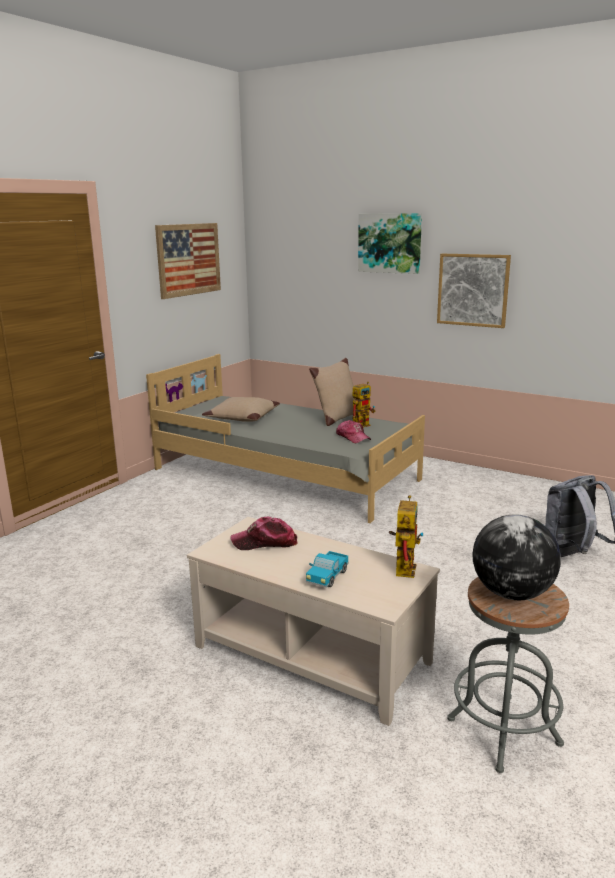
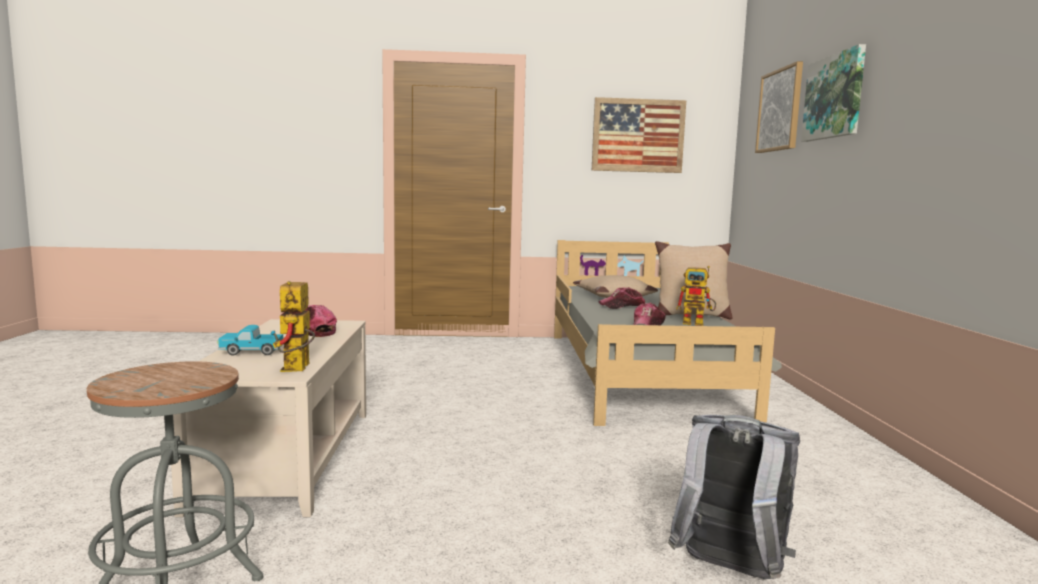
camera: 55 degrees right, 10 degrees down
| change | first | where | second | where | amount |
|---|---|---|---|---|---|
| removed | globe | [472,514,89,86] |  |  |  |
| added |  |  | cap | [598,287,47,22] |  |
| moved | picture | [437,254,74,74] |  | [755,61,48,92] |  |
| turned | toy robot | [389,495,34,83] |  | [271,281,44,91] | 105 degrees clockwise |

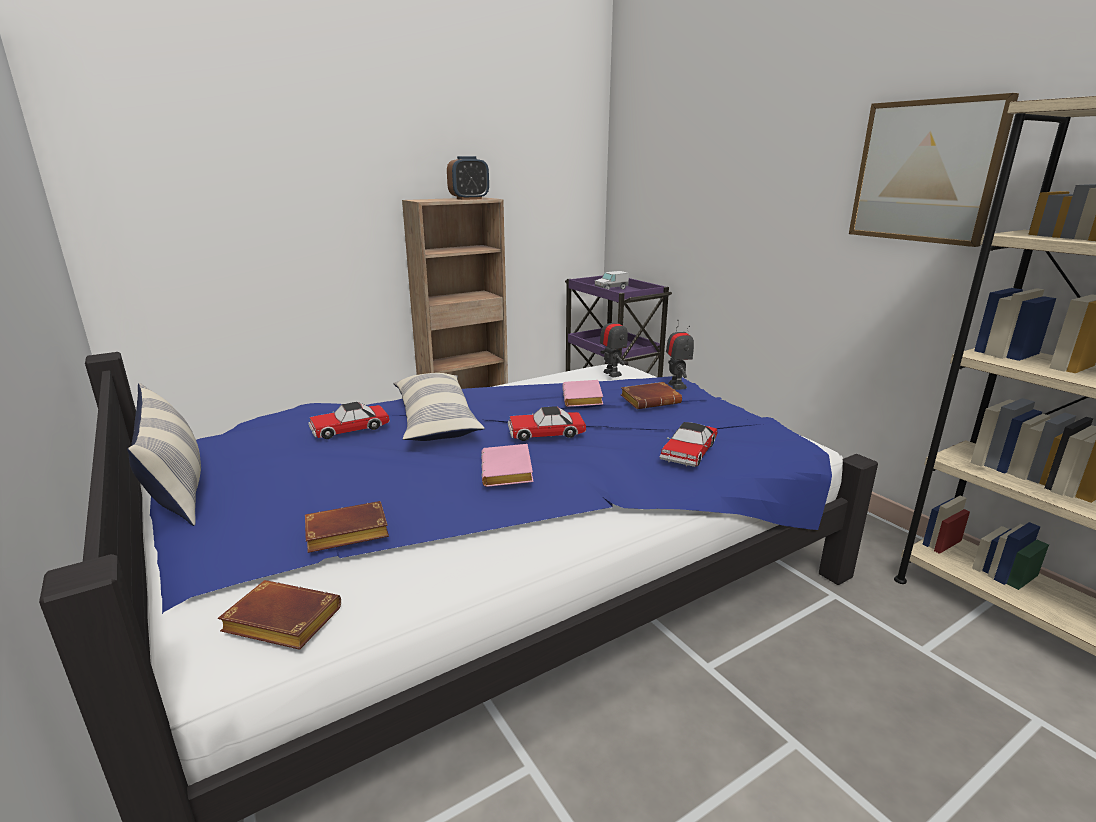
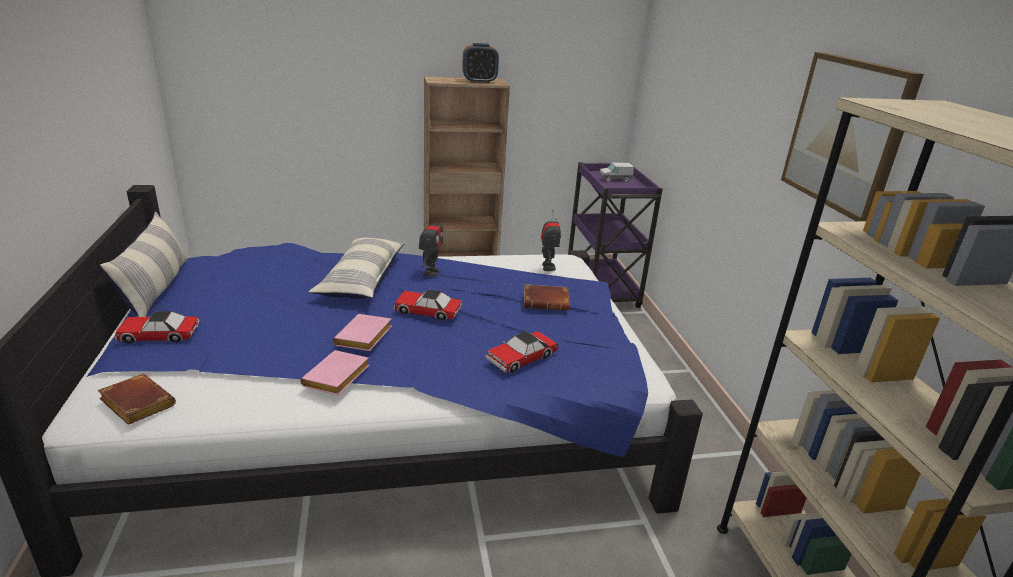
camera: 20 degrees right, 5 degrees up
| change | first | where | second | where | amount |
|---|---|---|---|---|---|
| removed | book/brown | [305,501,84,52] |  |  |  |
| moved | toy car | [308,402,82,37] |  | [115,311,85,33] |  |
| moved | book/pink | [563,380,40,27] |  | [300,350,69,45] |  |
| moved | toy robot | [666,320,28,70] |  | [419,213,24,64] |  |

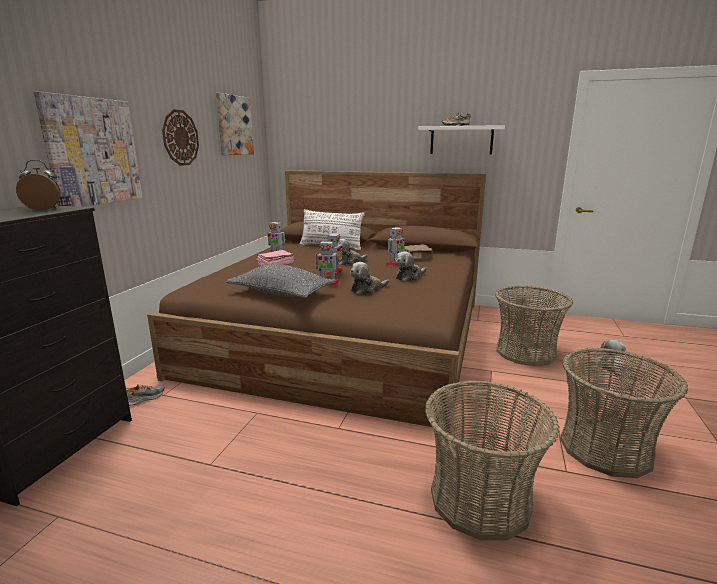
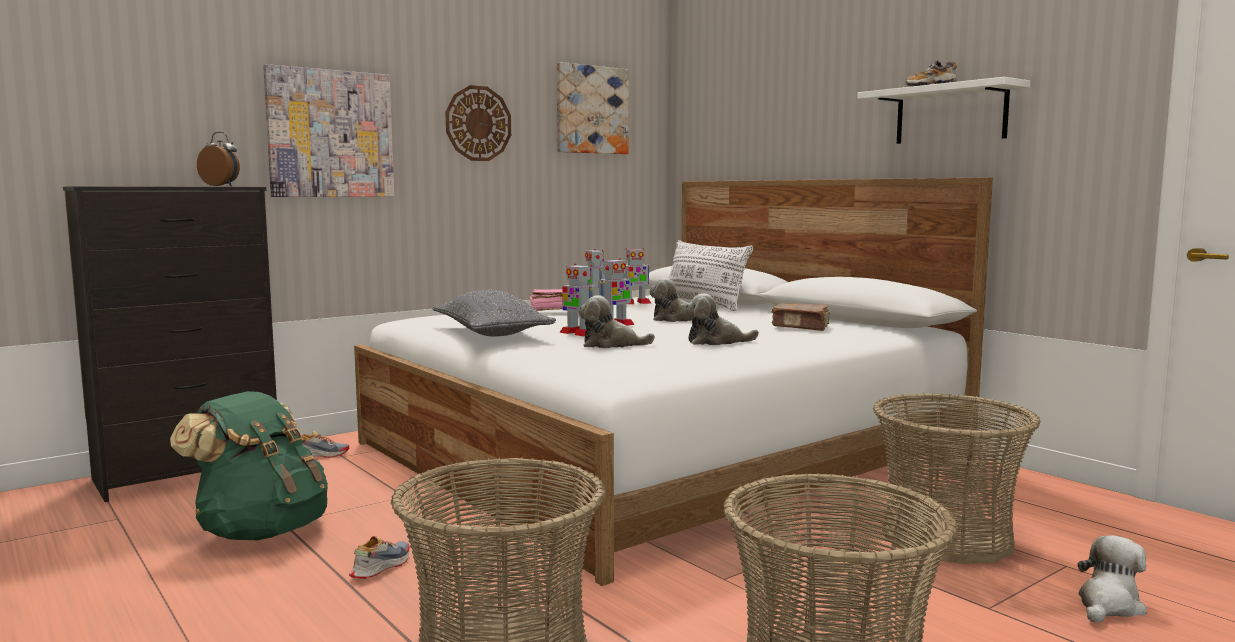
camera: 35 degrees right, 10 degrees down
| change | first | where | second | where | amount |
|---|---|---|---|---|---|
| added |  |  | backpack/green | [170,391,158,149] |  |
| added |  |  | shoe | [349,536,61,43] |  |
| moved | toy robot | [386,226,19,40] |  | [624,248,28,56] |  |
| recoloured | bed/brown | [147,170,339,263] | bed/white | [354,177,639,409] |  |

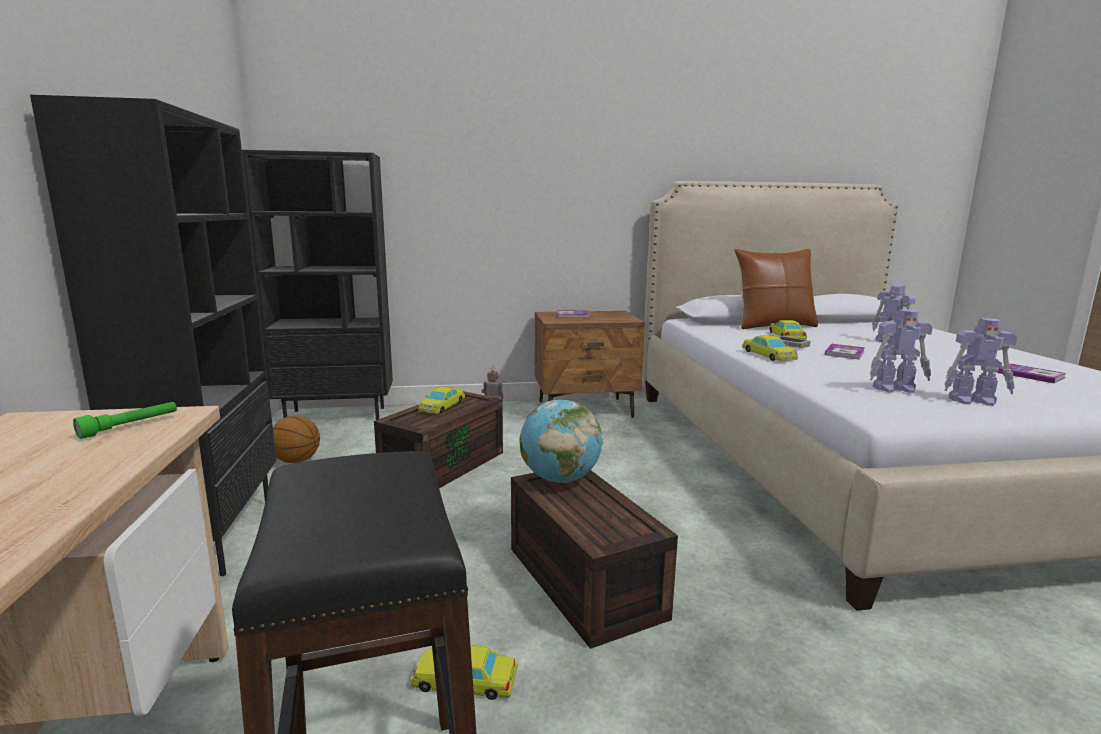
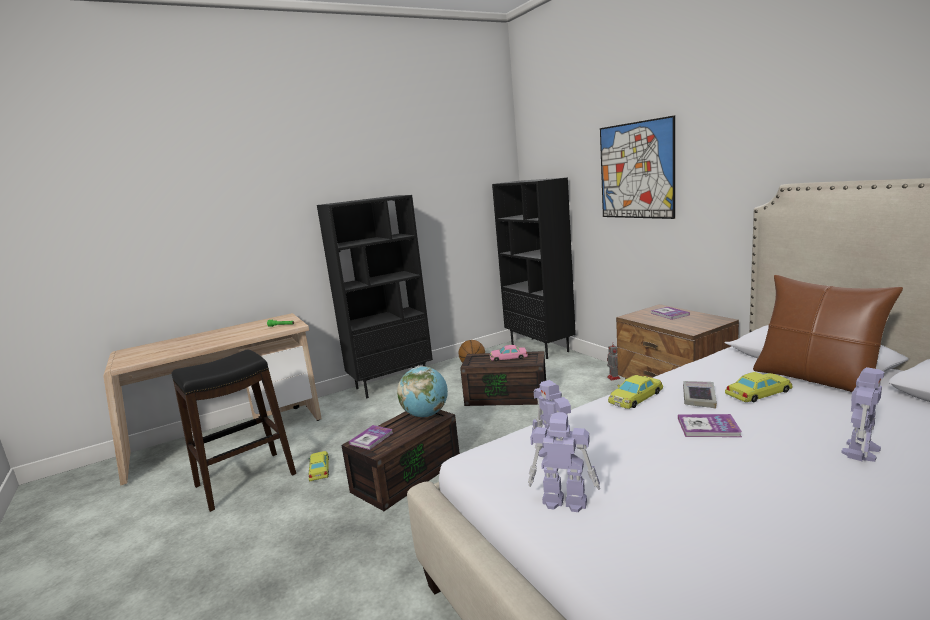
camera: 70 degrees right, 0 degrees up
| change | first | where | second | where | amount |
|---|---|---|---|---|---|
| added |  |  | picture | [600,115,75,104] |  |
| moved | book | [996,363,70,20] |  | [349,425,44,25] |  |
| recoloured | toy car/yellow | [418,386,47,28] | toy car/pink | [490,345,38,17] |  |
| turned | toy robot | [944,318,73,88] |  | [528,412,72,100] | 120 degrees clockwise |

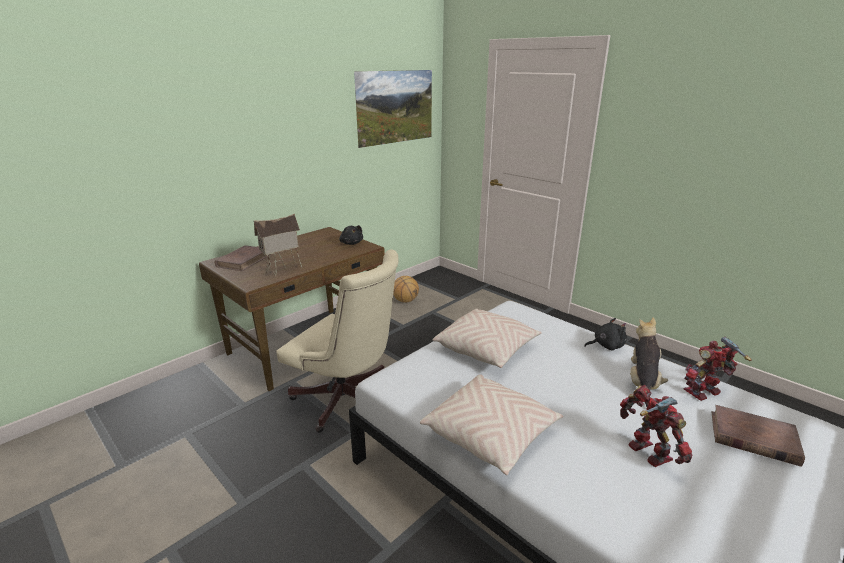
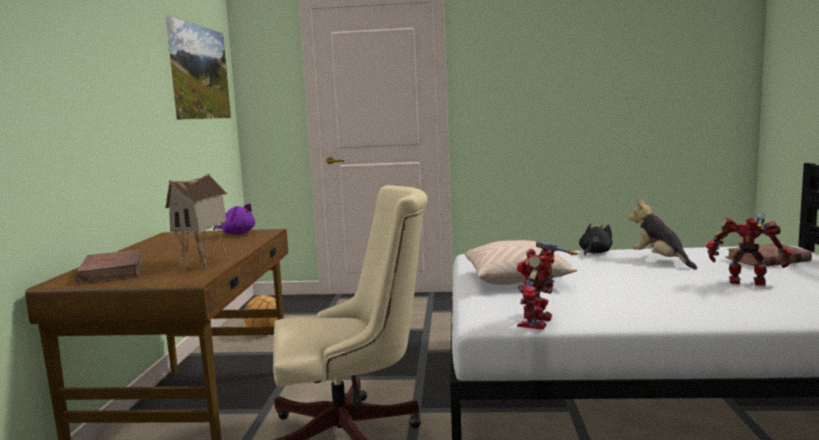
camera: 40 degrees left, 15 degrees down
| change | first | where | second | where | amount |
|---|---|---|---|---|---|
| removed | pillow/beige | [420,374,143,101] |  |  |  |
| moved | toy robot | [684,336,68,65] |  | [517,241,60,89] |  |
| recoloured | plush toy/black | [339,225,24,20] | plush toy/purple | [213,203,42,31] |  |

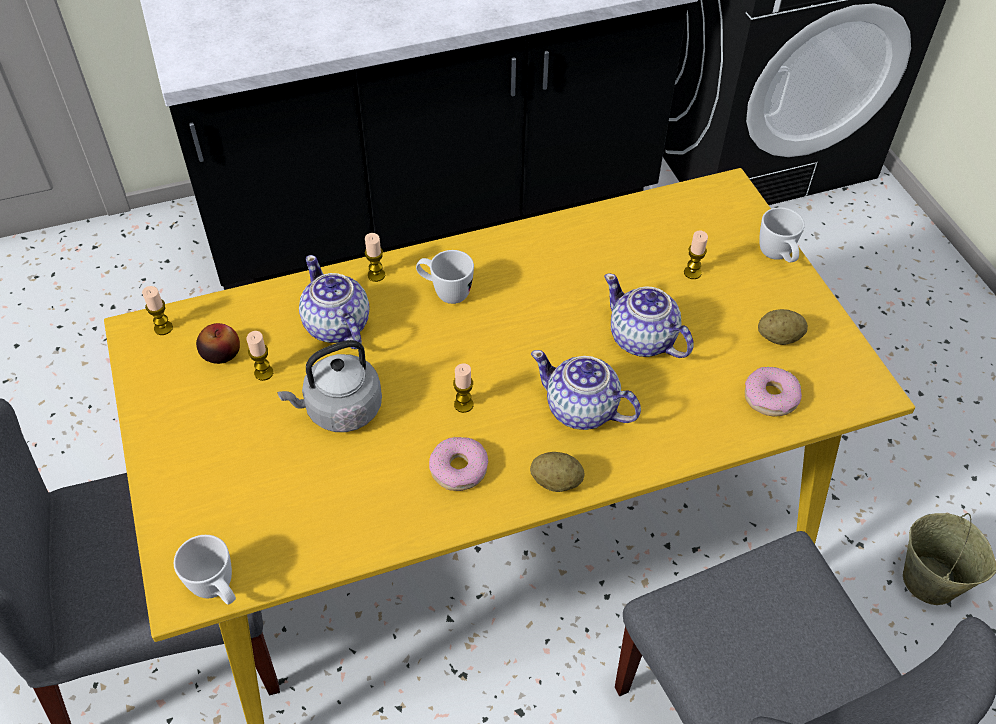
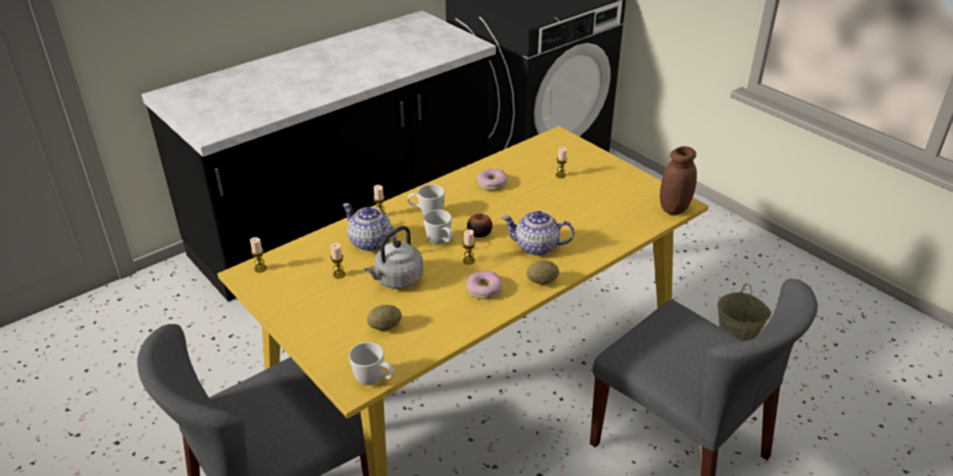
camera: 20 degrees left, 15 degrees down
| change | first | where | second | where | amount |
|---|---|---|---|---|---|
| removed | teapot | [604,274,90,84] |  |  |  |
| added |  |  | jar/brown | [660,146,37,69] |  |
| moved | apple | [196,323,44,41] |  | [467,214,26,23] |  |
| moved | donut | [745,367,57,49] |  | [477,169,31,22] |  |
| moved | potato | [758,309,50,36] |  | [367,305,35,26] |  |
| moved | mug/white | [759,207,46,55] |  | [424,210,29,34] |  |

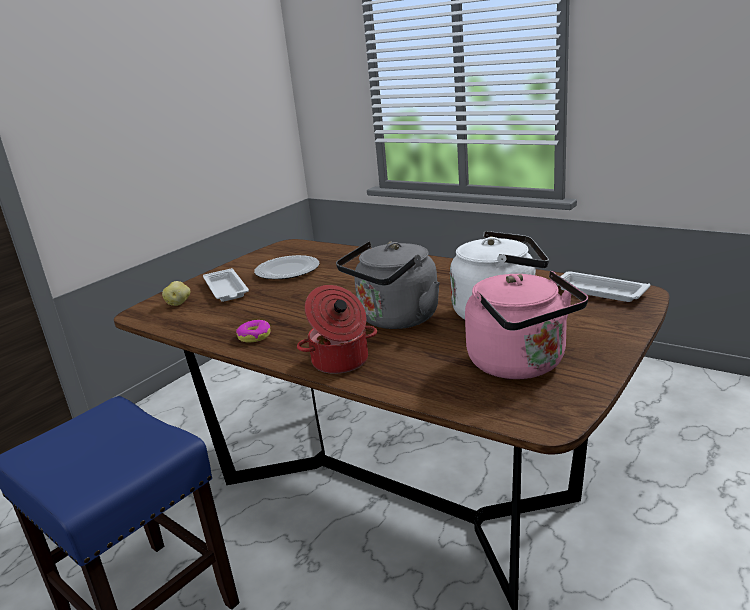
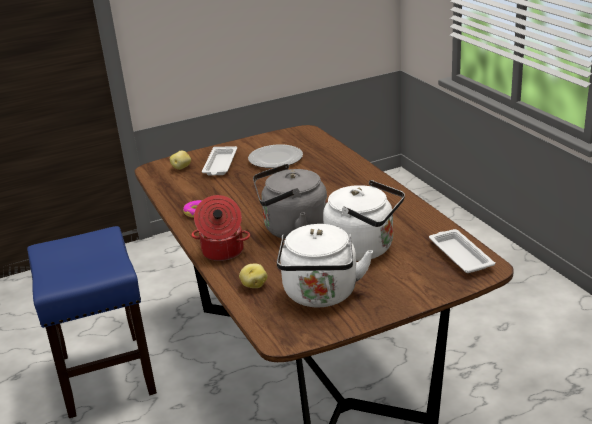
camera: 30 degrees right, 5 degrees up
| change | first | where | second | where | amount |
|---|---|---|---|---|---|
| added |  |  | potato | [239,264,29,24] |  |
| recoloured | kettle/pink | [465,271,123,108] | kettle/white | [277,224,96,83] |  |

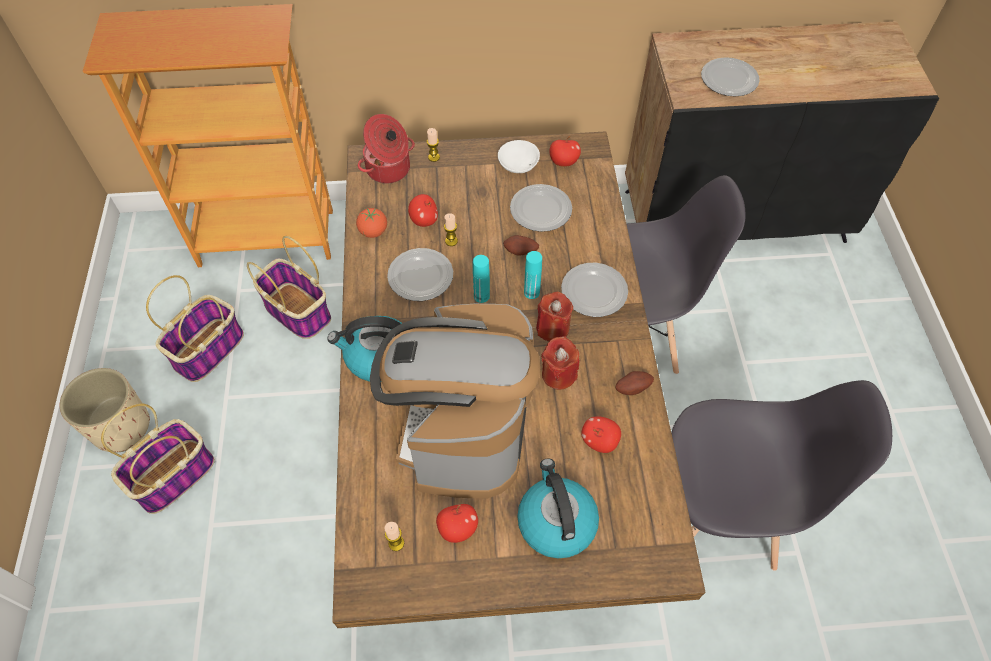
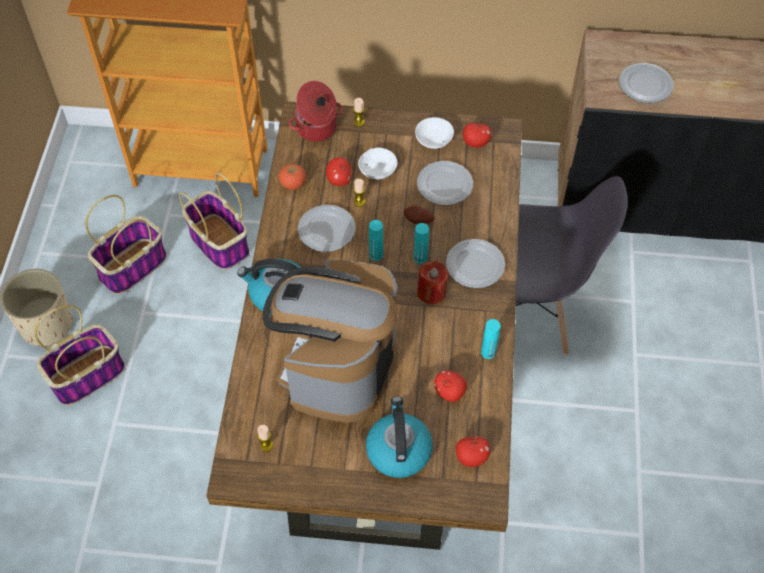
camera: 10 degrees right, 0 degrees up
| change | first | where | second | where | amount |
|---|---|---|---|---|---|
| removed | candle/red | [541,336,39,54] |  |  |  |
| removed | chair/grey | [671,380,221,191] |  |  |  |
| added |  |  | bowl/white | [358,148,39,31] |  |
| moved | apple | [436,504,42,39] |  | [456,436,34,31] |  |
| replaced | potato | [616,371,38,24] | bottle/turquoise | [481,319,20,40] |  |

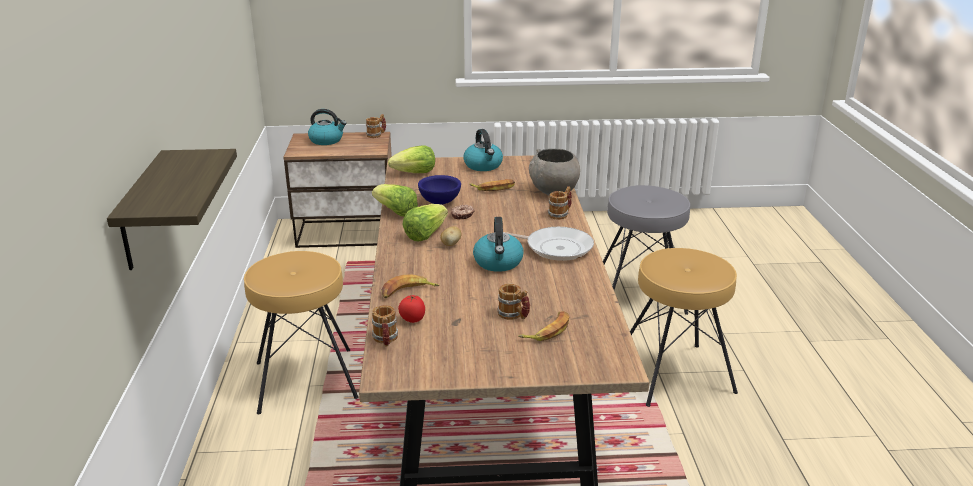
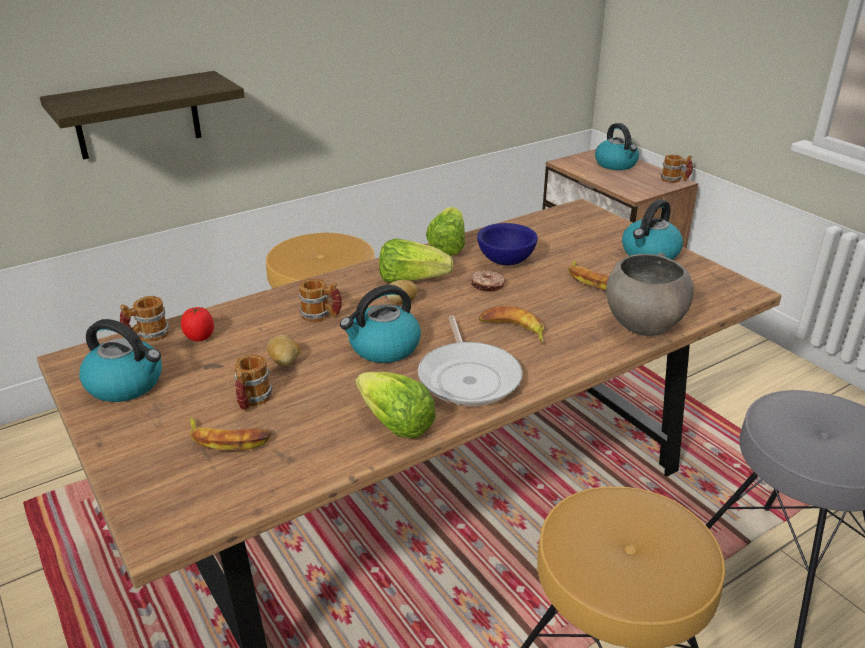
camera: 60 degrees right, 5 degrees up
| change | first | where | second | where | amount |
|---|---|---|---|---|---|
| added |  |  | kettle | [79,319,83,83] |  |
| added |  |  | potato | [267,334,33,33] |  |
| moved | banana | [381,274,59,24] |  | [479,306,65,37] |  |
| moved | lettuce | [388,146,47,27] |  | [356,372,80,66] |  |
| moved | mug | [548,186,24,34] |  | [299,279,43,43] |  |

